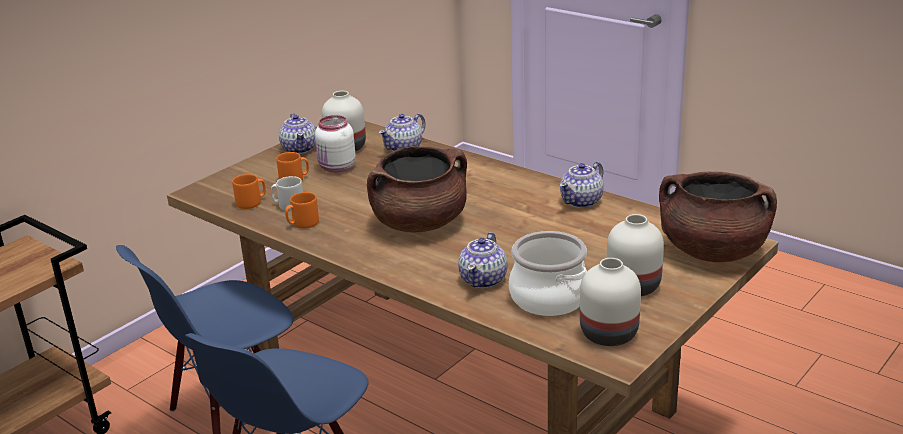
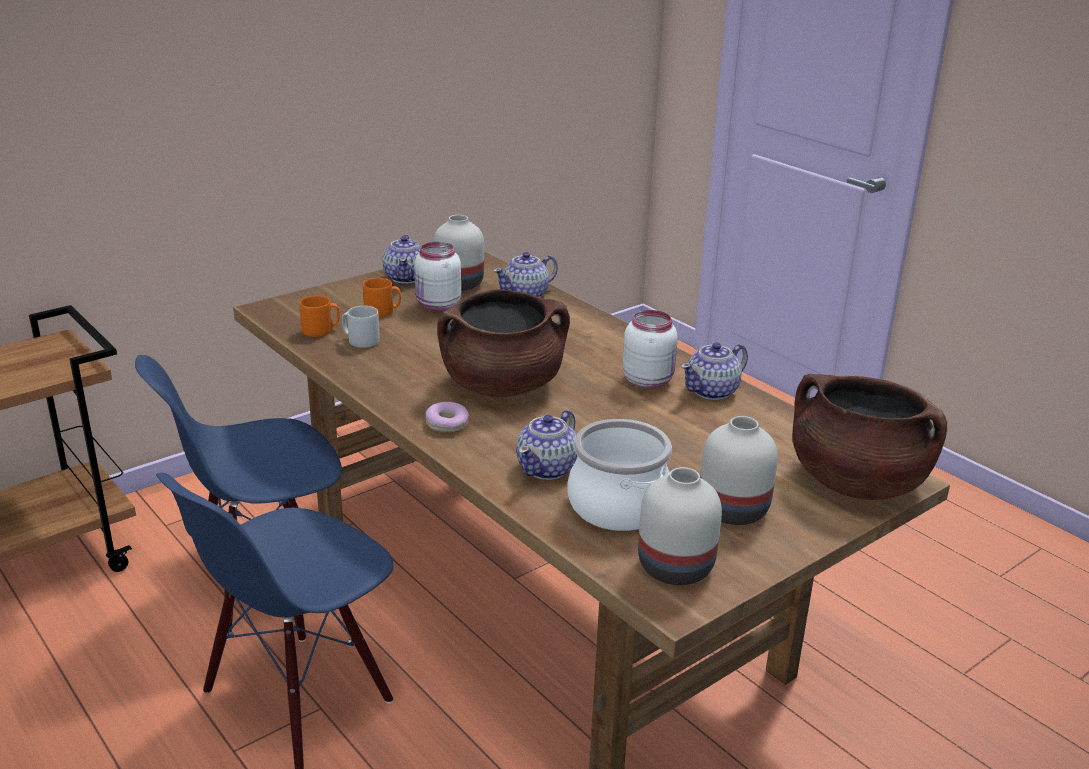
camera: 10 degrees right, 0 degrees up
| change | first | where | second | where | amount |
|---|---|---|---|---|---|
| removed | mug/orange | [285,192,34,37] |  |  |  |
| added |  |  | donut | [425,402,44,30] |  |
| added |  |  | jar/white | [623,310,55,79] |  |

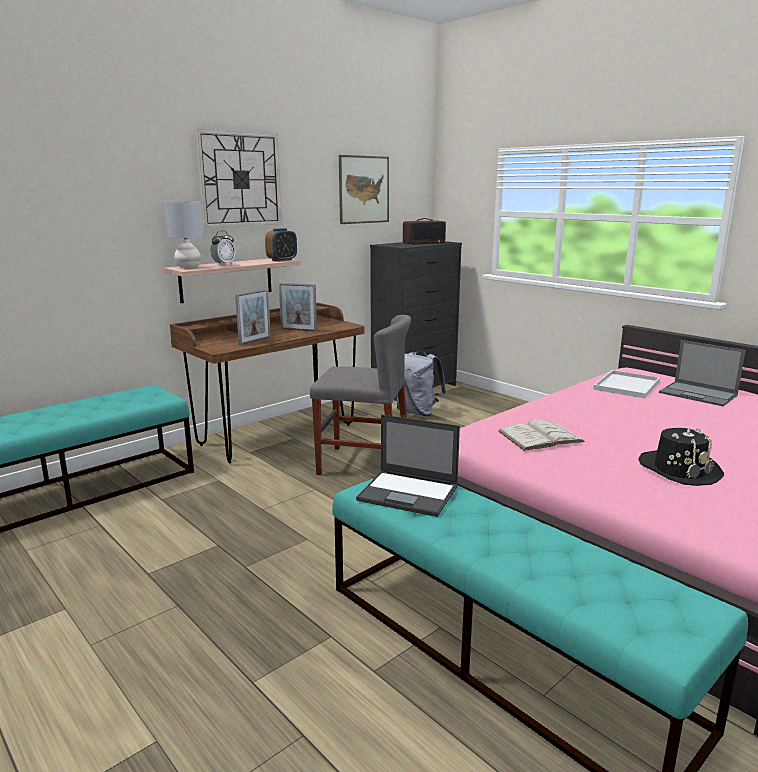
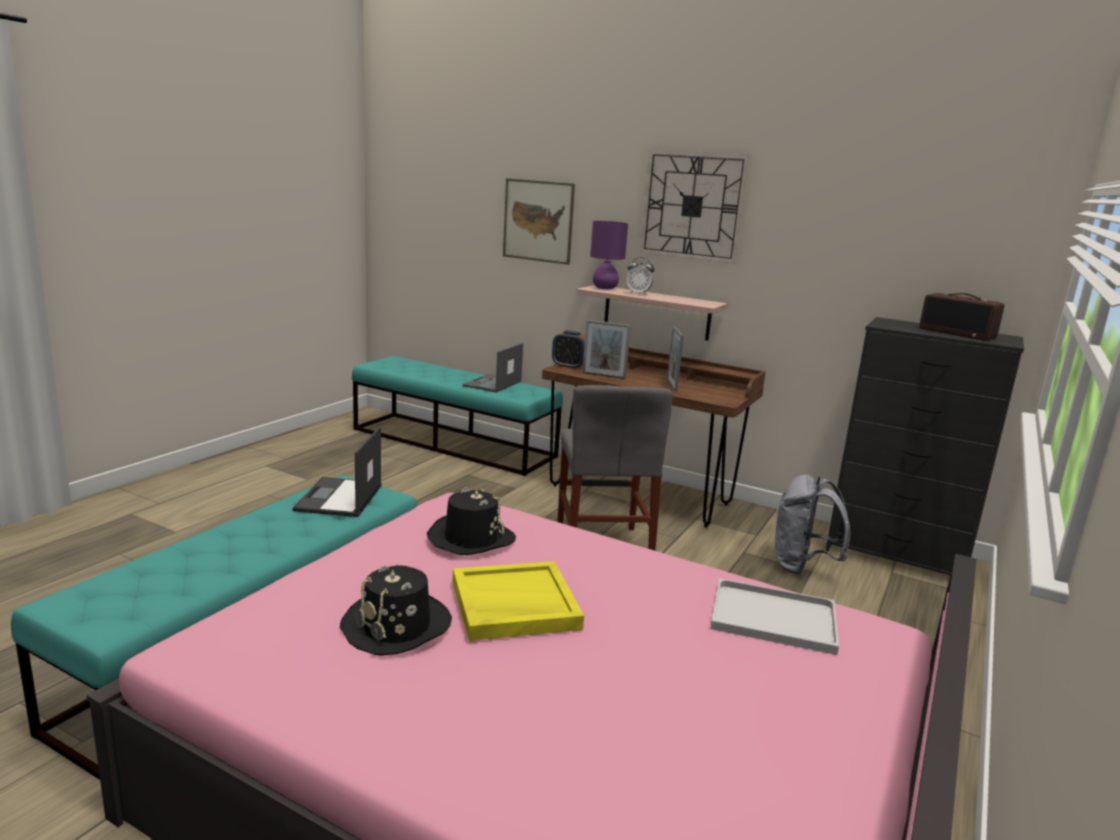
camera: 70 degrees right, 0 degrees up
| change | first | where | second | where | amount |
|---|---|---|---|---|---|
| added |  |  | tray/yellow | [453,561,131,80] |  |
| moved | alarm clock | [265,228,32,34] |  | [552,330,33,39] |  |
| moved | picture | [339,155,50,69] |  | [503,178,72,87] |  |
| moved | laptop | [659,340,87,66] |  | [463,343,60,50] |  |
| replaced | book/white | [498,419,87,32] | hat/black | [427,488,89,67] |  |
| recoloured | table lamp/grey | [164,201,40,67] | table lamp/purple | [590,221,38,68] |  |

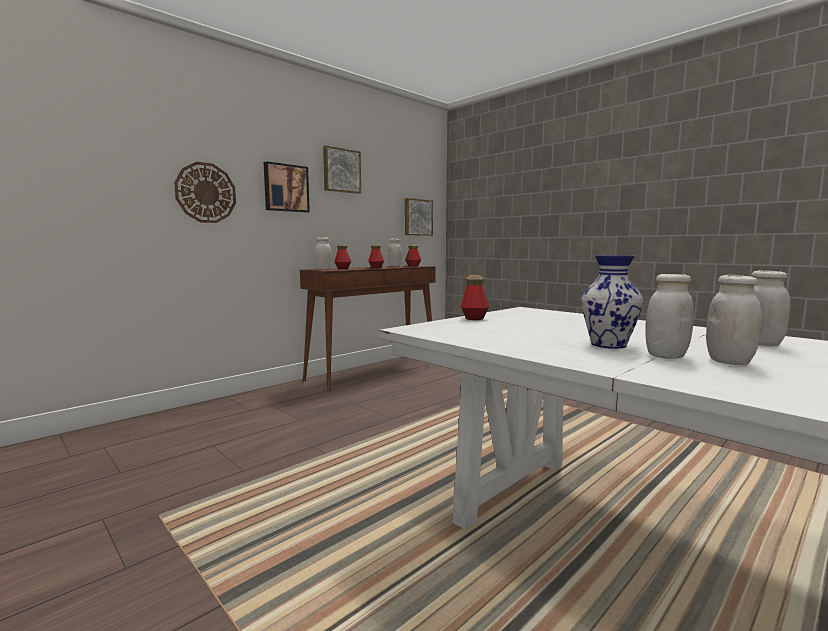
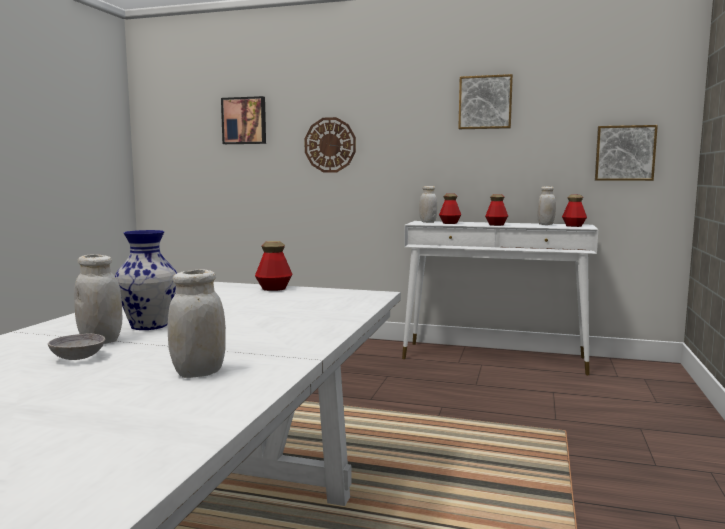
camera: 60 degrees right, 0 degrees up
| change | first | where | second | where | amount |
|---|---|---|---|---|---|
| moved | picture | [264,161,46,52] |  | [221,96,45,48] |  |
| replaced | jar/white | [706,275,56,90] | bowl/grey | [48,333,57,27] |  |
| recoloured | console table/brown | [300,265,136,126] | console table/white | [402,221,196,154] |  |

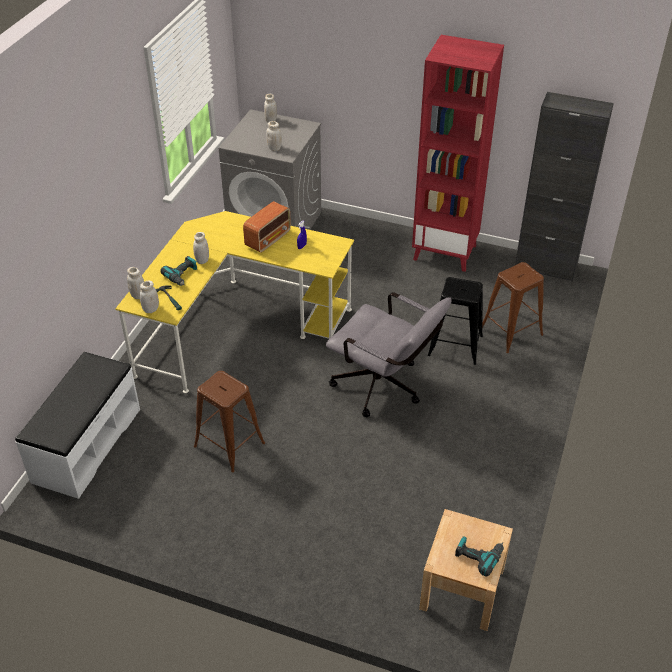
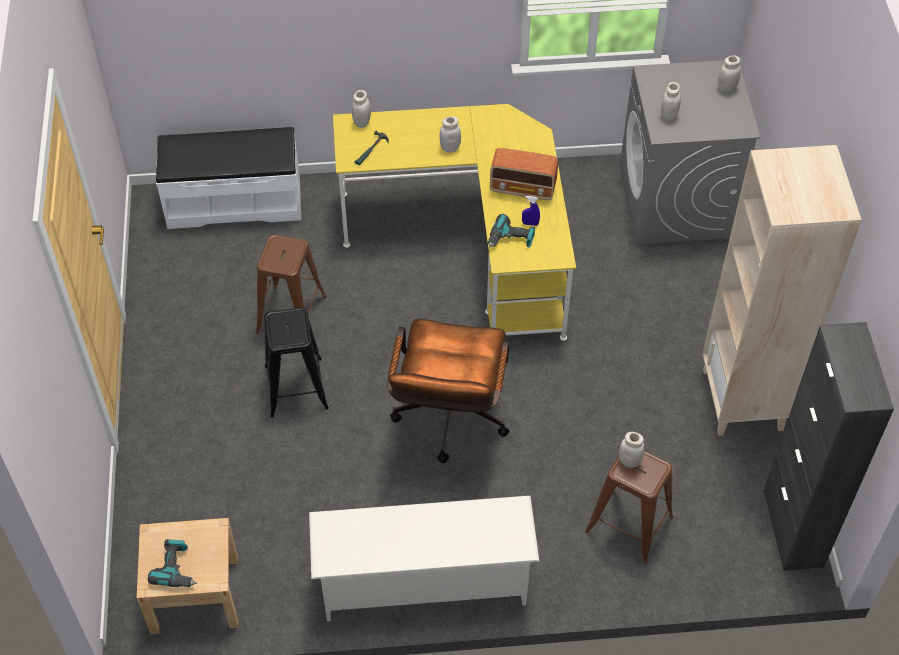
camera: 65 degrees right, 10 degrees up
| change | first | where | second | where | amount |
|---|---|---|---|---|---|
| added |  |  | shoe rack/white | [309,496,230,125] |  |
| moved | jar/white | [140,281,19,32] |  | [619,432,25,36] |  |
| moved | power drill | [160,256,37,30] |  | [488,214,47,34] |  |
| moved | stool/black | [428,277,55,88] |  | [264,307,65,111] |  |
| recoloured | office chair/grey | [326,292,126,125] | office chair/brown | [387,319,122,144] |  |
| recoloured | bookcase/red | [412,35,92,237] | bookcase/beige | [702,145,160,291] |  |

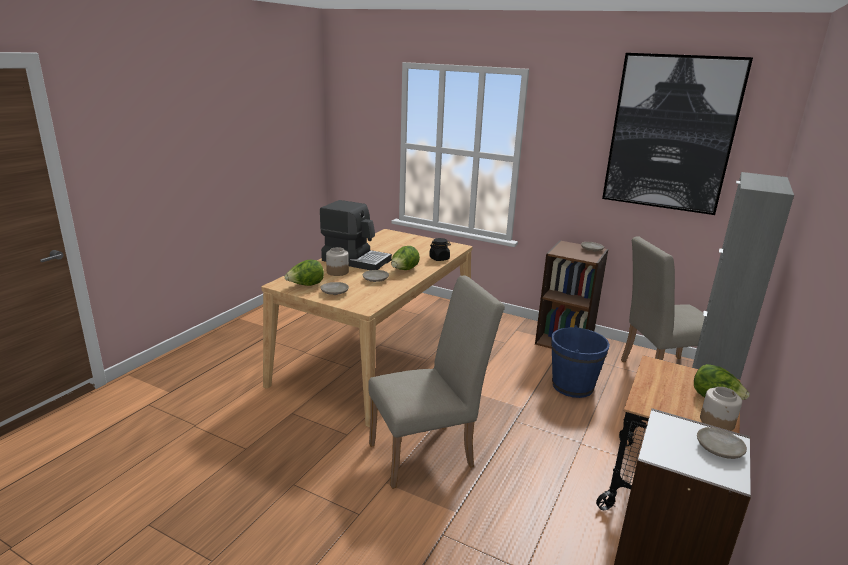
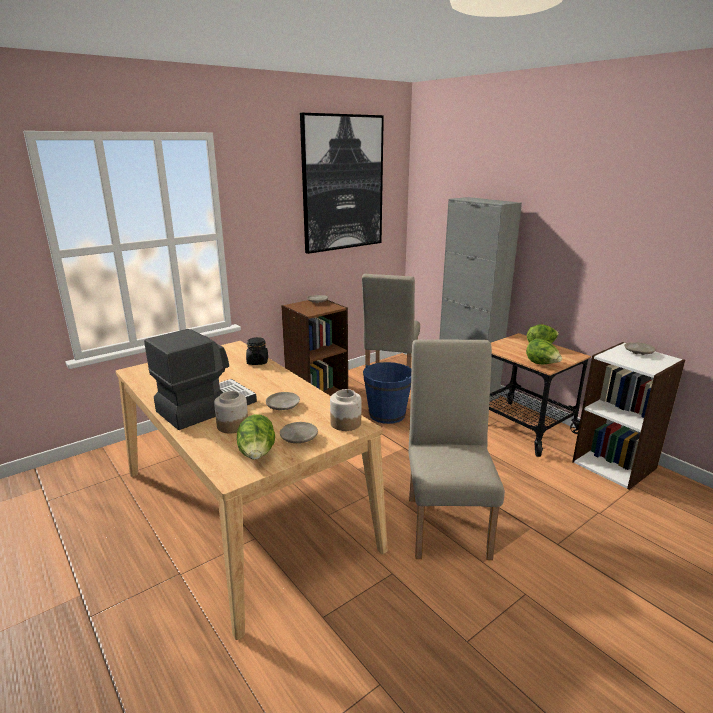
camera: 65 degrees left, 0 degrees up
| change | first | where | second | where | amount |
|---|---|---|---|---|---|
| moved | lettuce | [391,246,29,24] |  | [526,338,36,26] |  |
| moved | jar | [700,387,42,44] |  | [330,389,31,42] |  |

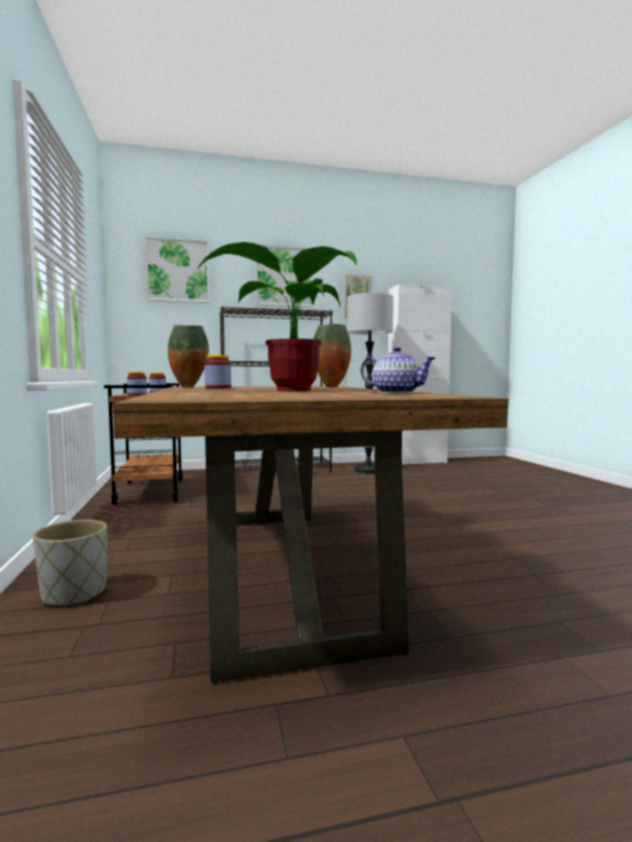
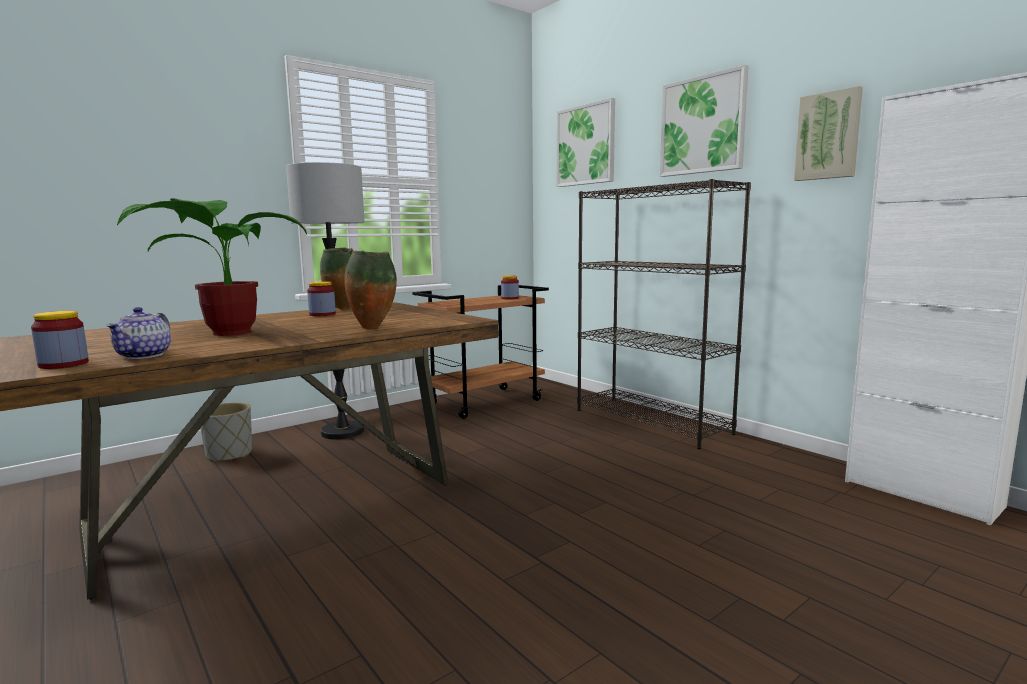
camera: 65 degrees right, 5 degrees up
| change | first | where | second | where | amount |
|---|---|---|---|---|---|
| moved | jar | [127,372,20,24] |  | [31,311,58,58] |  |
| moved | floor lamp | [347,293,46,181] |  | [286,162,78,278] |  |

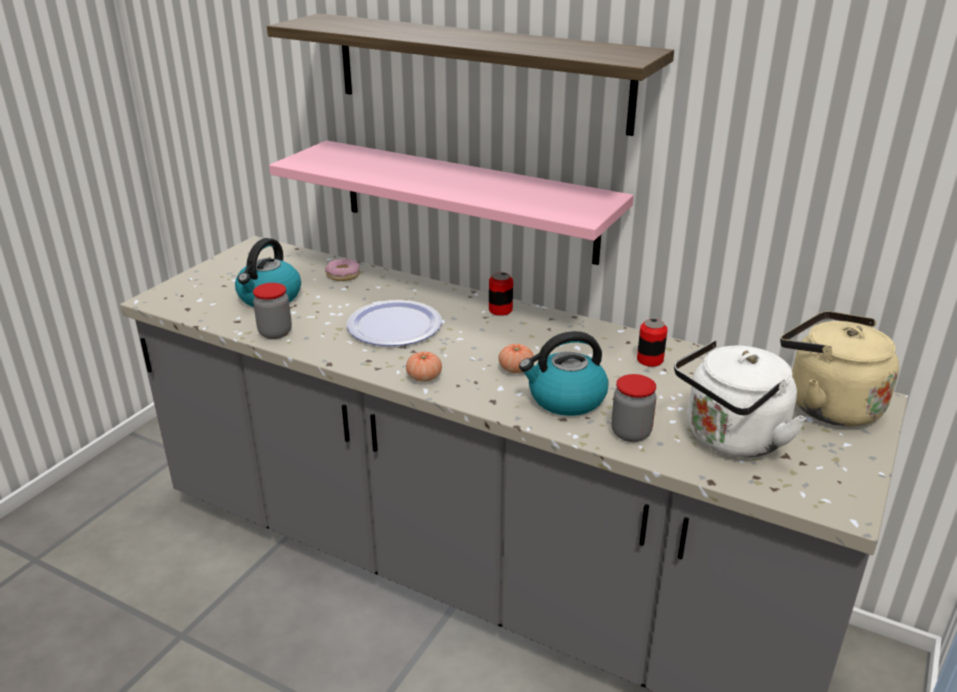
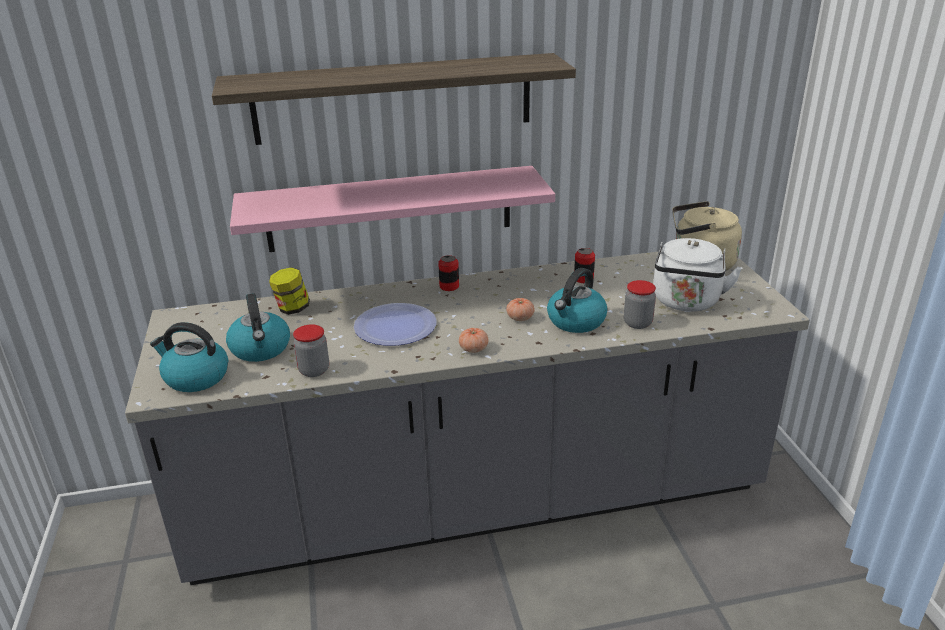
camera: 40 degrees left, 0 degrees up
| change | first | where | second | where | amount |
|---|---|---|---|---|---|
| added |  |  | kettle | [150,322,78,70] |  |
| replaced | donut | [325,259,35,22] | jar | [269,267,41,48] |  |

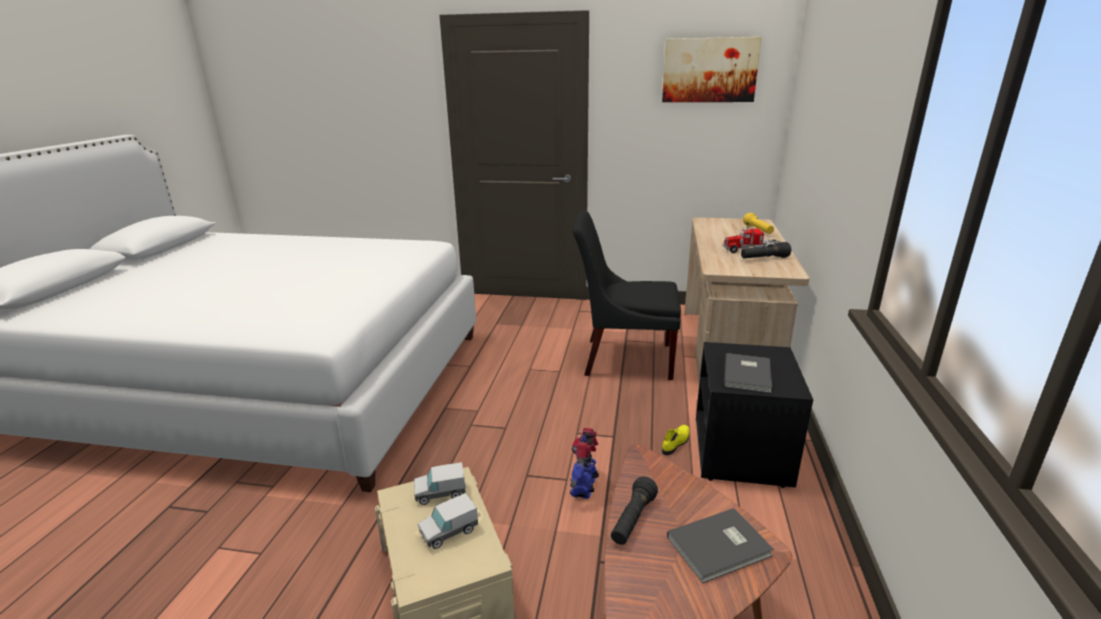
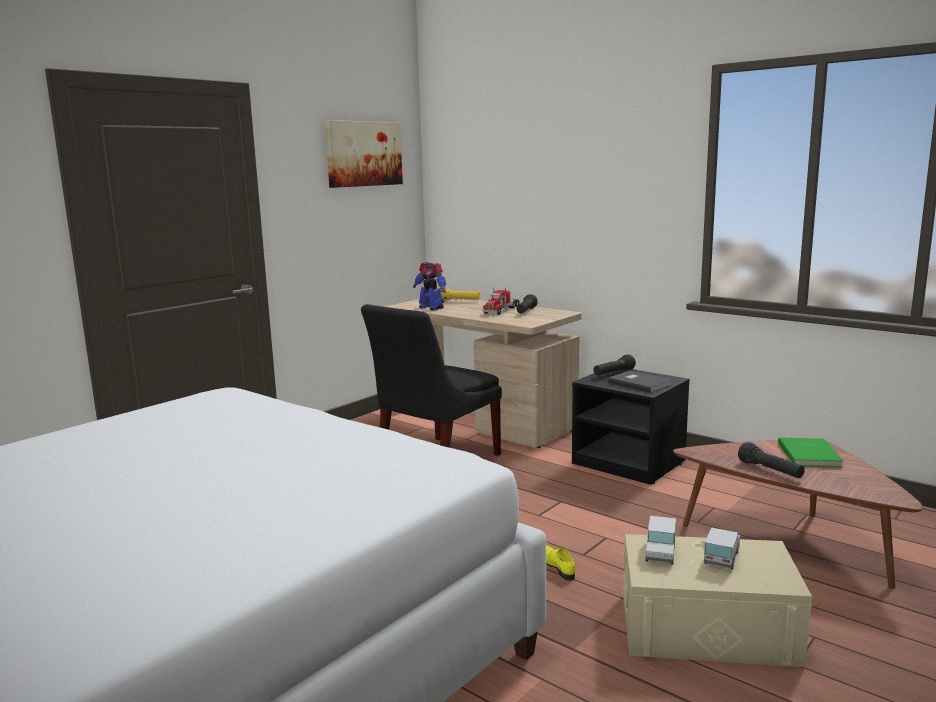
camera: 60 degrees left, 10 degrees down
| change | first | where | second | where | amount |
|---|---|---|---|---|---|
| added |  |  | flashlight/black | [593,354,43,21] |  |
| moved | toy robot | [570,428,29,71] |  | [413,262,33,49] |  |
| moved | shoe/yellow | [662,425,28,31] |  | [546,545,29,36] |  |
| recoloured | book/grey | [667,508,107,75] | book/green | [778,437,66,30] |  |
| turned | toy truck | [418,493,60,56] |  | [704,528,36,42] | 150 degrees counterclockwise |

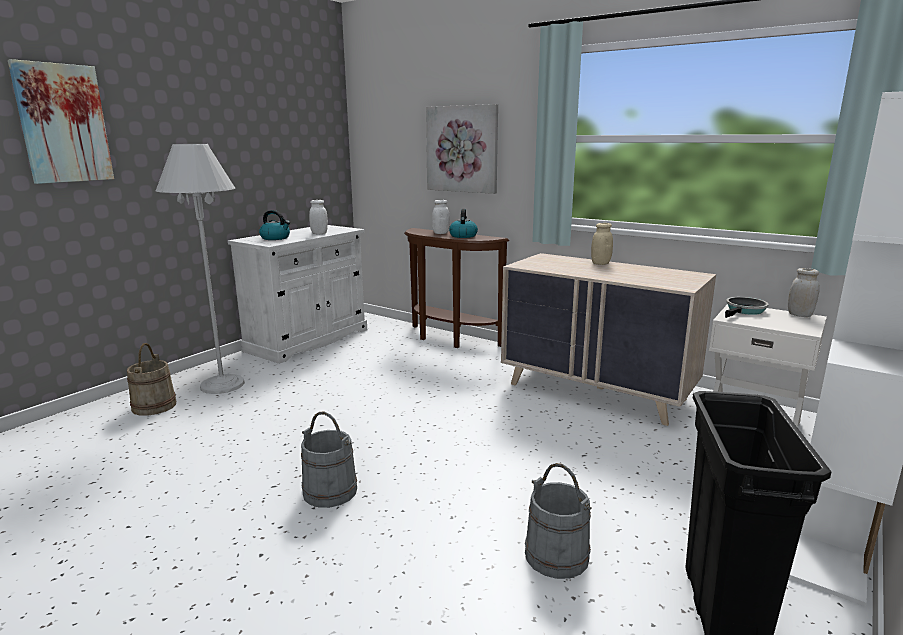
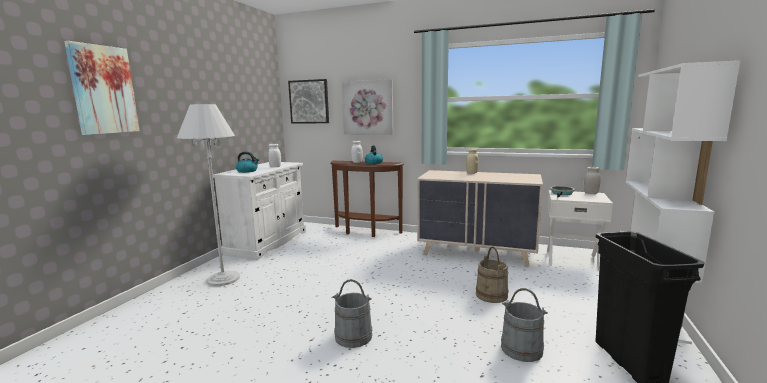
camera: 15 degrees left, 5 degrees down
| change | first | where | second | where | amount |
|---|---|---|---|---|---|
| added |  |  | picture | [288,79,41,45] |  |
| moved | bucket/beige | [127,343,49,73] |  | [476,246,33,57] |  |

